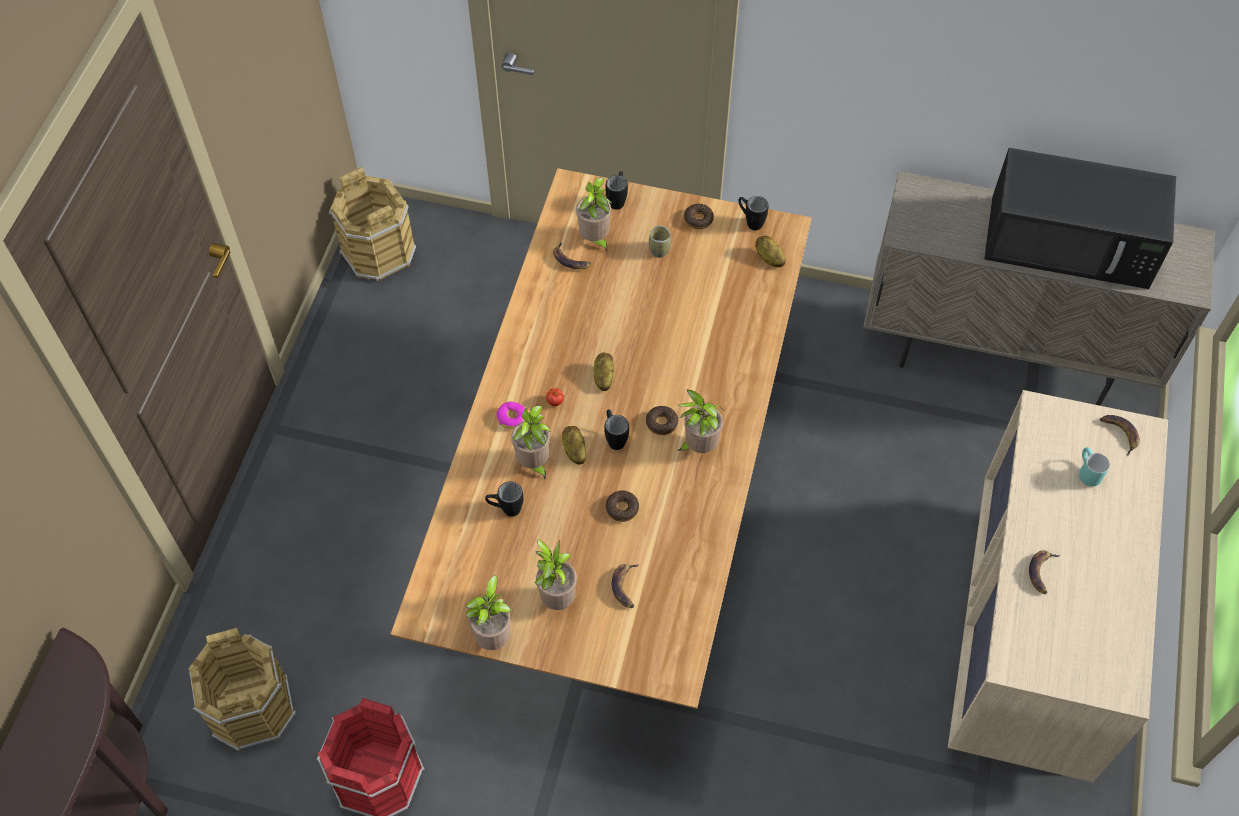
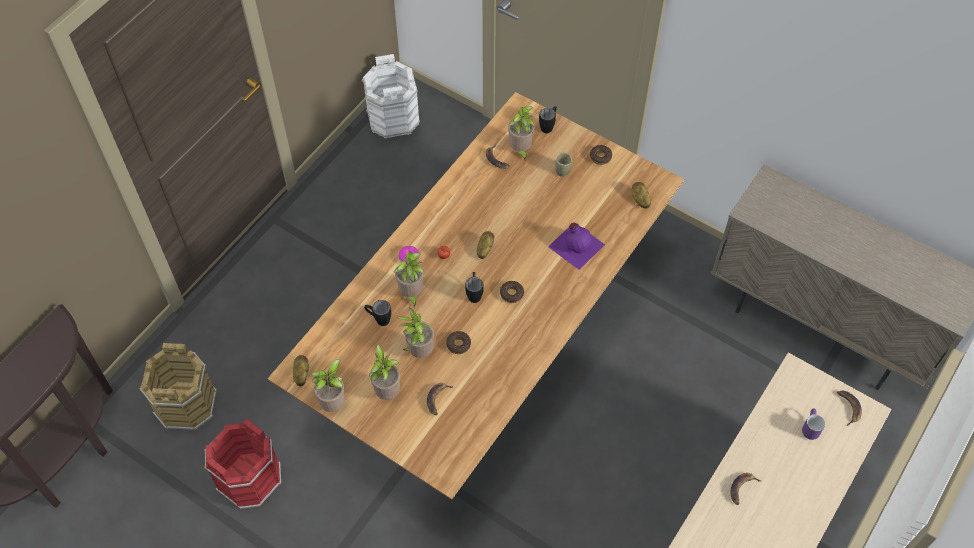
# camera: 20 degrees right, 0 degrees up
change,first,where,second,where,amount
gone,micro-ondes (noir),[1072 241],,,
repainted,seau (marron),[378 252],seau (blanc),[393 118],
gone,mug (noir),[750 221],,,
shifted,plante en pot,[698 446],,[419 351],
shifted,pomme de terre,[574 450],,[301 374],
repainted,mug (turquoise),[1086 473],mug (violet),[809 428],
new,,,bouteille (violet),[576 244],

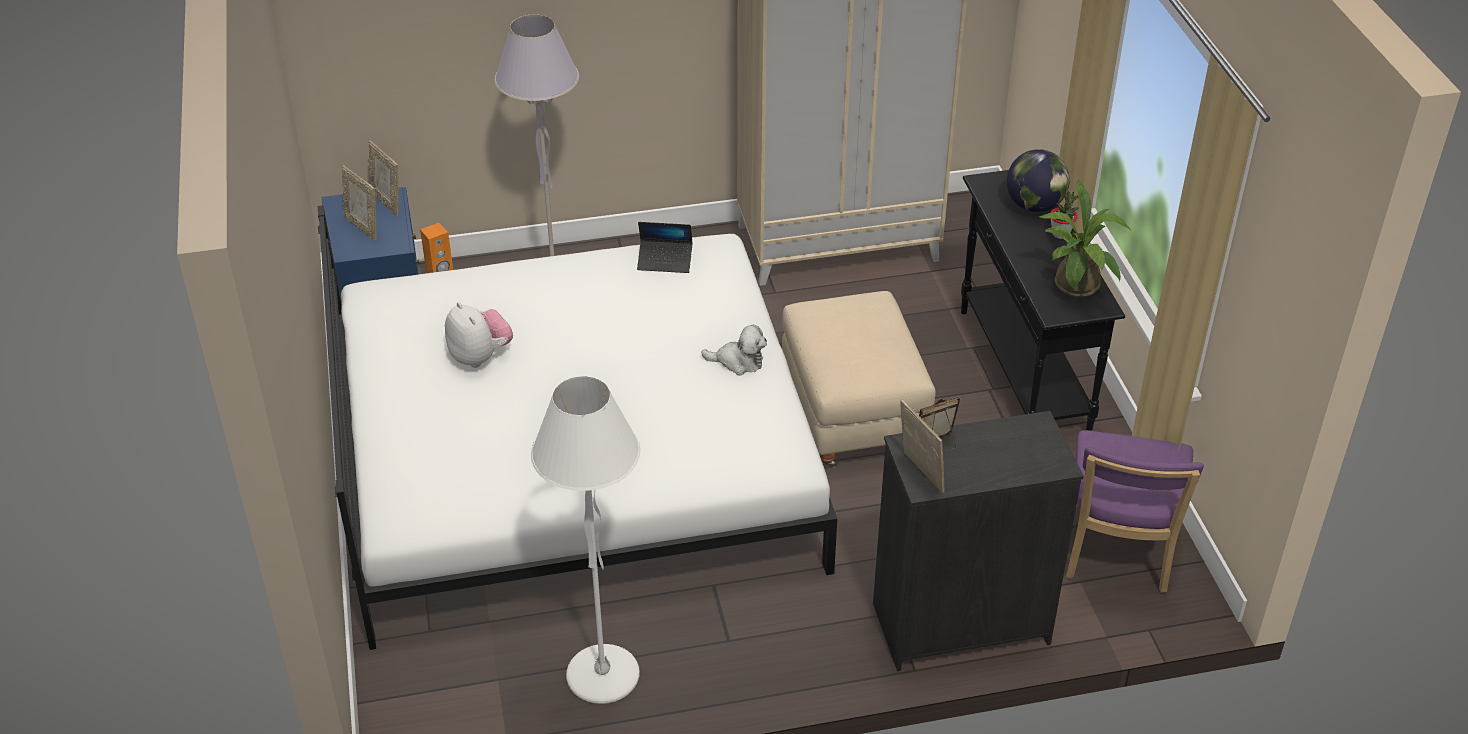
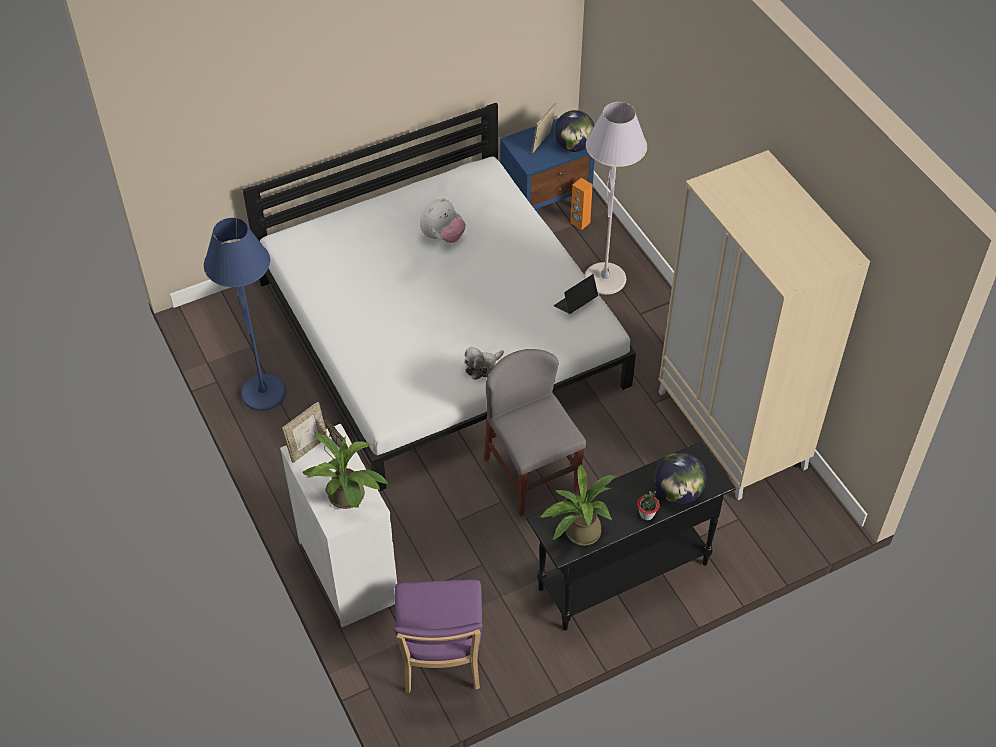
# camera: 75 degrees right, 10 degrees up
change,first,where,second,where,amount
swapped,cadre photo,[387 202],globe,[573 146],
rotated,ordinateur portable,[665 261],,[575 303],60 degrees clockwise
swapped,pouf (beige),[851 417],chaise (gris),[531 475],
rotated,peluche,[738 361],,[482 366],60 degrees clockwise
repainted,lampadaire (blanc),[603 675],lampadaire (bleu),[264 393],
repainted,commode (noir),[960 623],commode (blanc),[349 571],
rotated,chaise (violet),[1117 553],,[441 660],90 degrees counterclockwise
new,,,plante en pot,[349 499],

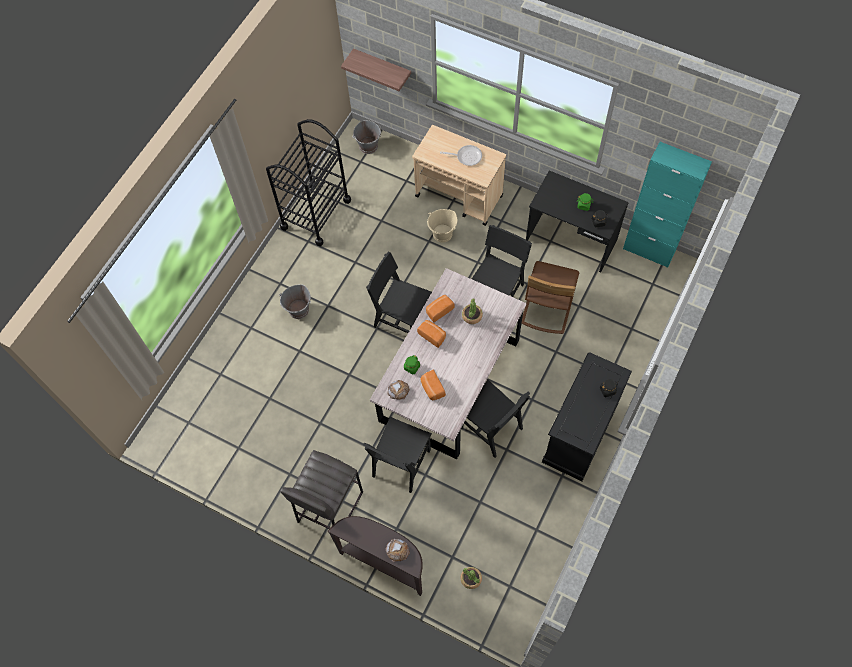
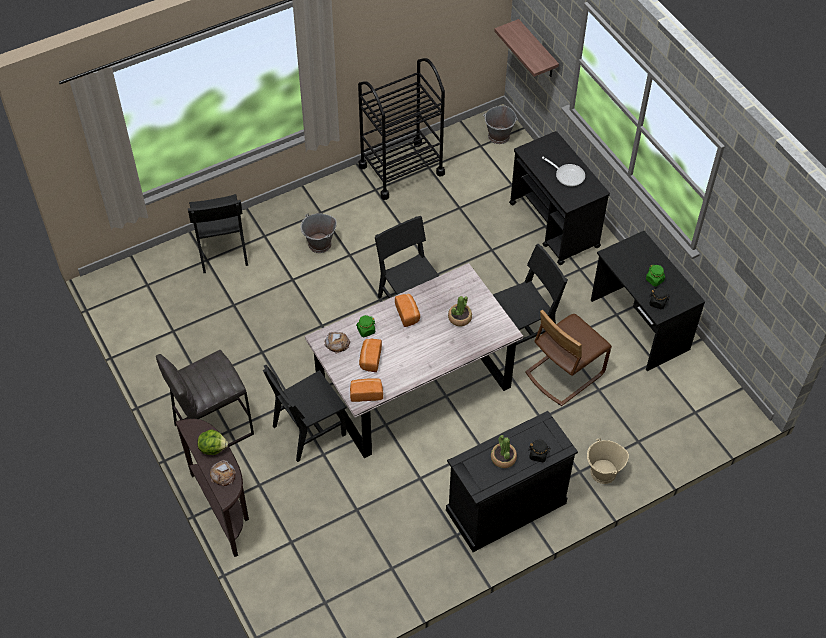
# camera: 30 degrees right, 10 degrees down
change,first,where,second,where,amount
repainted,chariot (beige),[459 196],chariot (noir),[554 225],
gone,meuble de rangement (turquoise),[649 250],,,
shifted,seau (beige),[442 234],,[603 473],
shifted,pain,[439 310],,[366 393],
shifted,chaise (noir),[491 428],,[221 250],
shifted,plante en pot,[471 578],,[503 458],
new,,,laitue,[213 448],

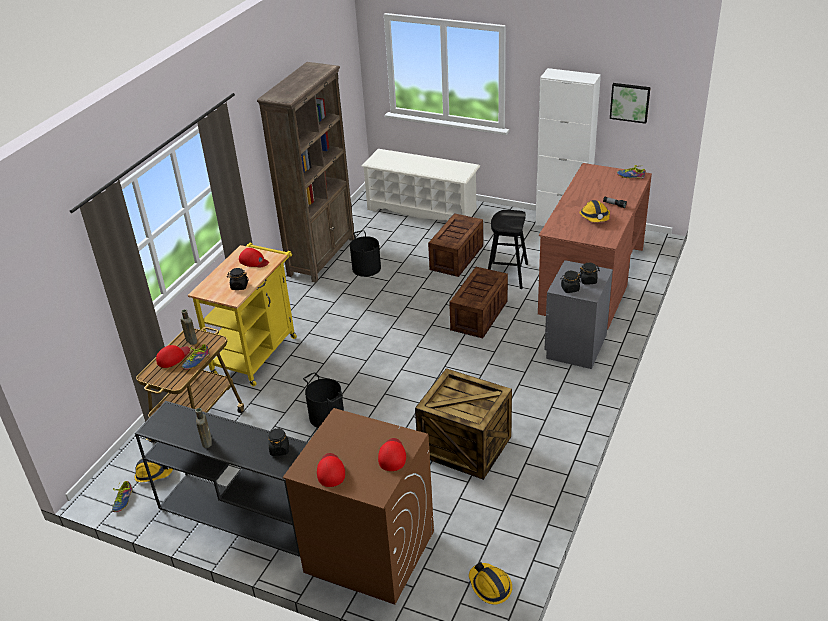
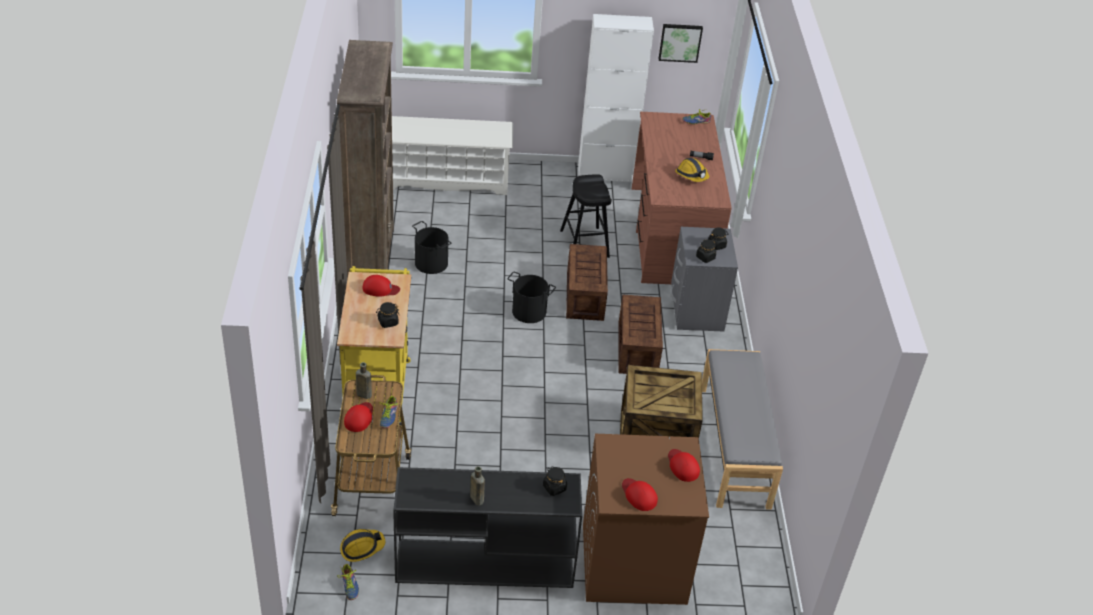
# camera: 30 degrees left, 5 degrees up
change,first,where,second,where,amount
shifted,caisse,[456 258],,[638 349],
shifted,seau (noir),[326 416],,[529 312],
gone,casque de chantier,[490 586],,,
new,,,banc (gris),[735 446],

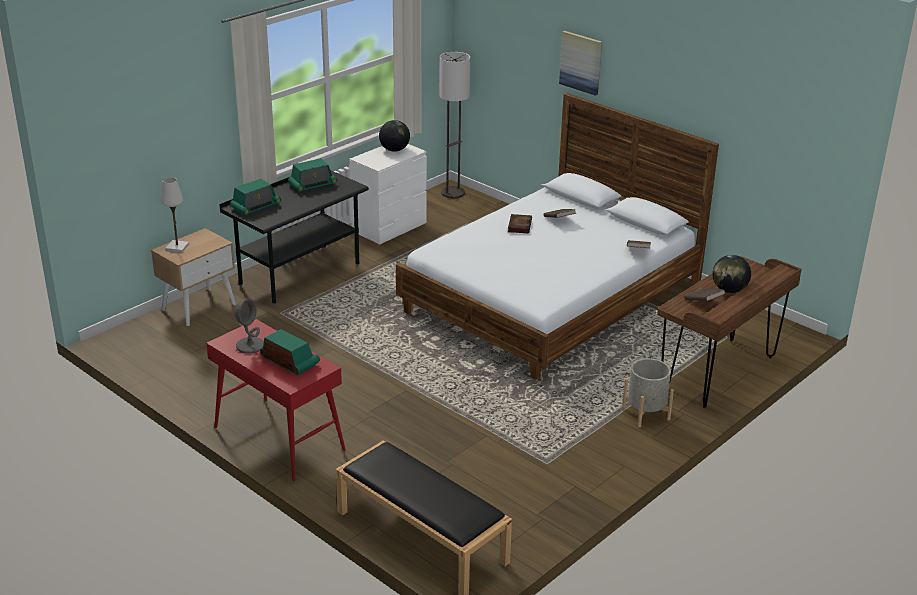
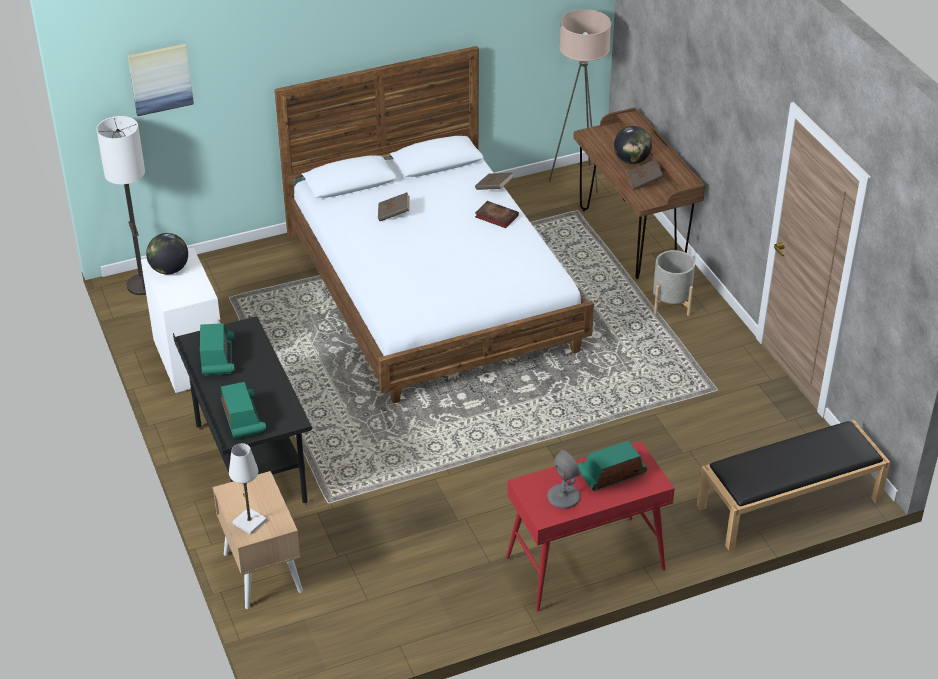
# camera: 65 degrees left, 10 degrees up
change,first,where,second,where,amount
shifted,tableau,[581 62],,[160 78],
shifted,livre,[519 225],,[495 216],
new,,,lampadaire (beige),[578 179],

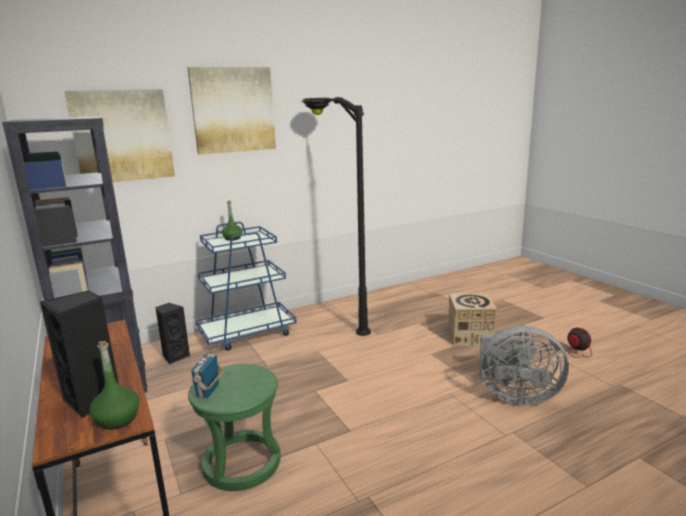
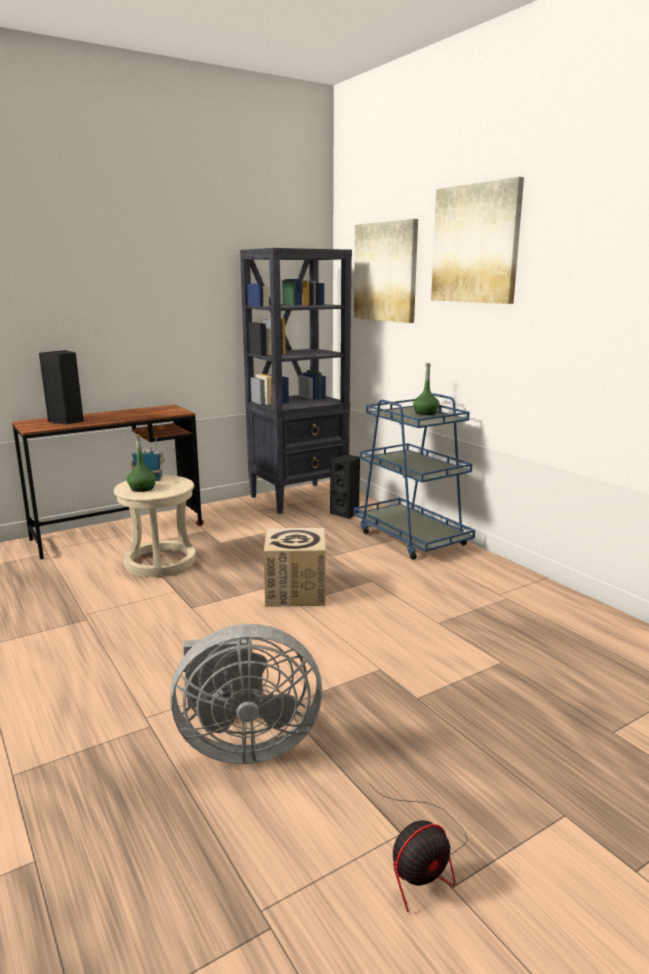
# camera: 85 degrees right, 0 degrees up
change,first,where,second,where,amount
gone,lampadaire (noir),[336 317],,,
shifted,carton,[470 336],,[295 592],
rotated,ventilateur (gris),[515 395],,[244 744],105 degrees counterclockwise
shifted,bouteille (vert),[117 419],,[142 488],
repainted,tabouret (vert),[242 463],tabouret (beige),[160 562],

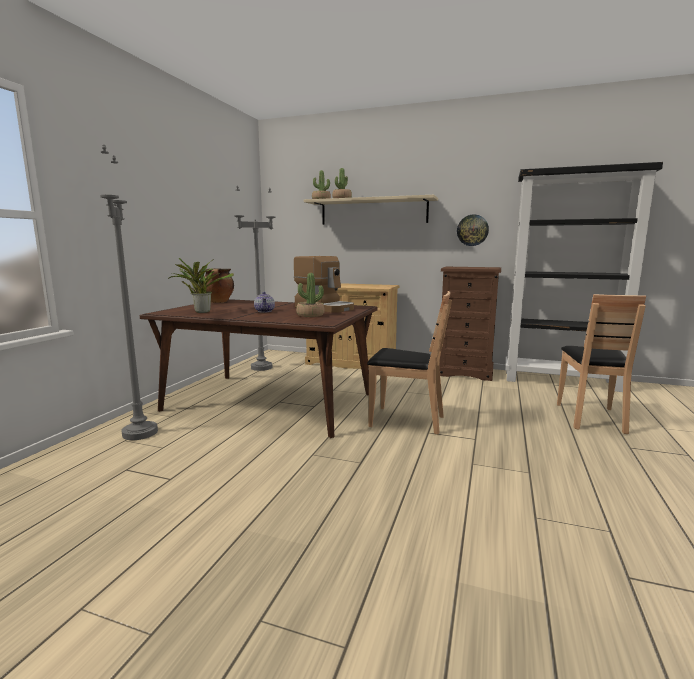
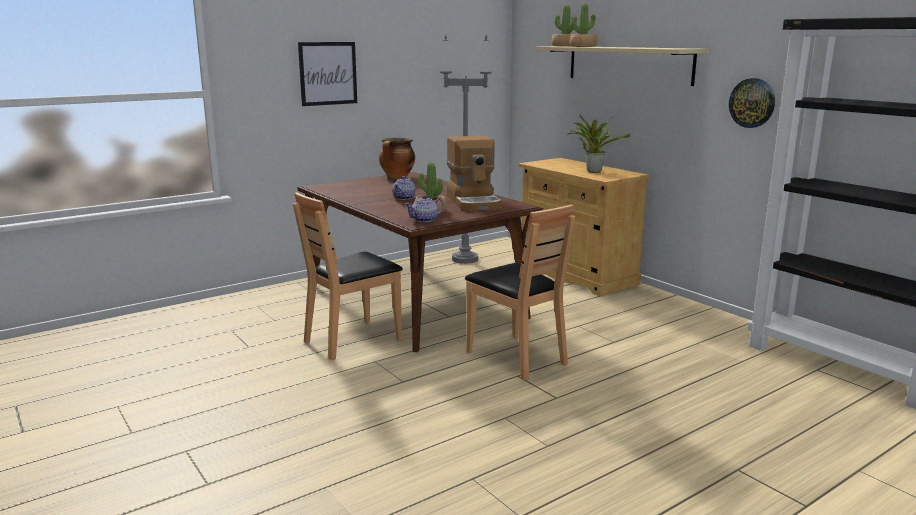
# camera: 35 degrees right, 5 degrees up
change,first,where,second,where,amount
gone,lampadaire (gris),[140 433],,,
shifted,plante en pot,[201 311],,[592 171],
gone,commode (marron),[465 372],,,
shifted,chaise (marron),[591 418],,[353 340],
new,,,tableau,[328 73],
new,,,théière,[425 220],

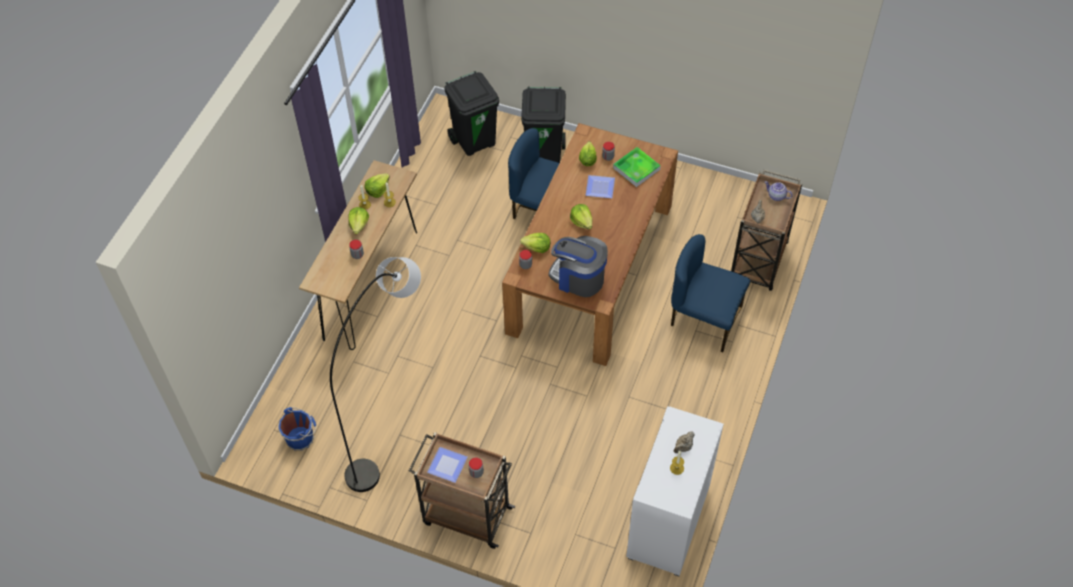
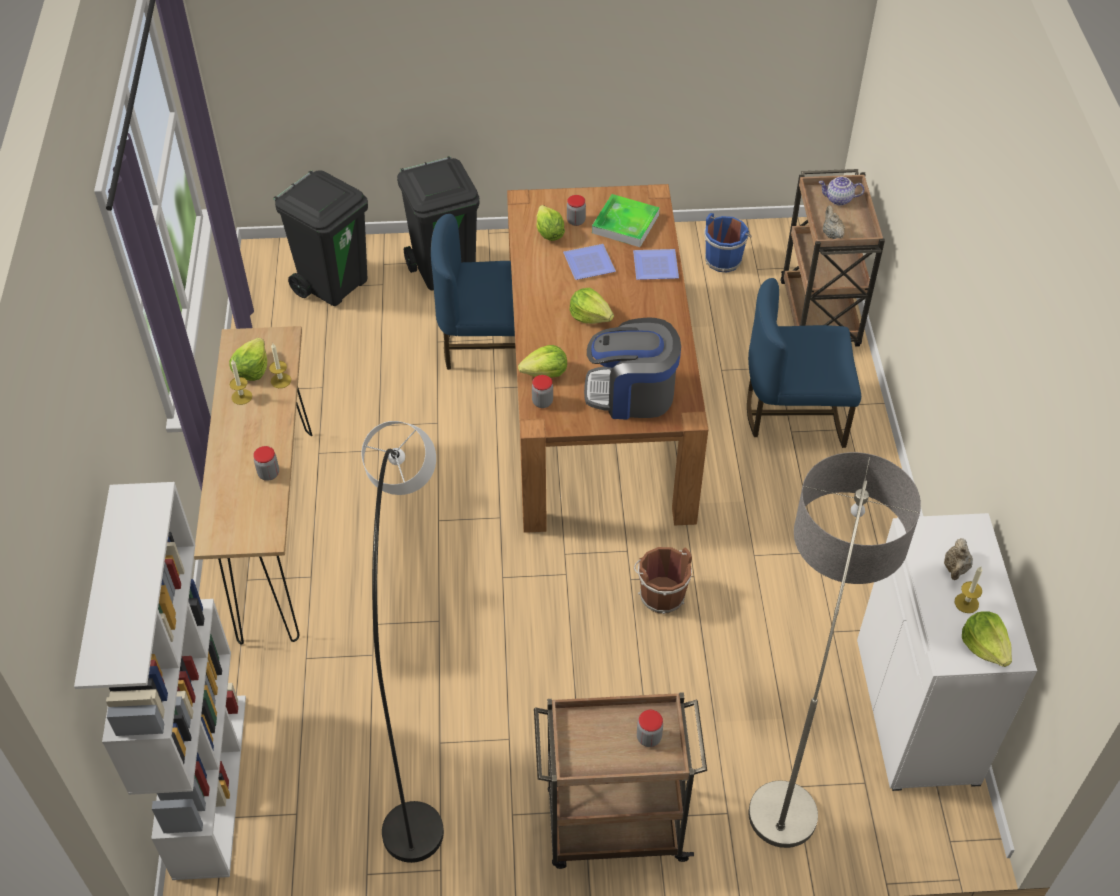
# camera: 25 degrees left, 5 degrees down
change,first,where,second,where,amount
shifted,laitue,[359 225],,[985 646],
shifted,seau (bleu),[301 438],,[724 259],
shifted,assiette,[449 465],,[657 265],
new,,,lampadaire,[798 744],
new,,,bibliothèque (blanc),[209 783],
new,,,seau (marron),[660 594],

